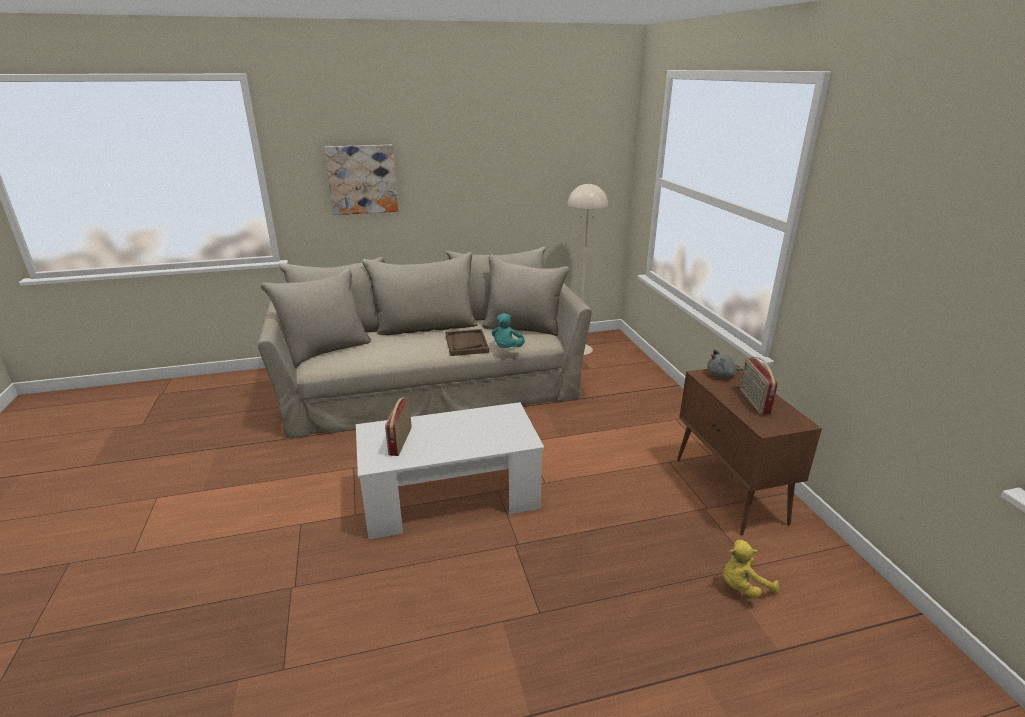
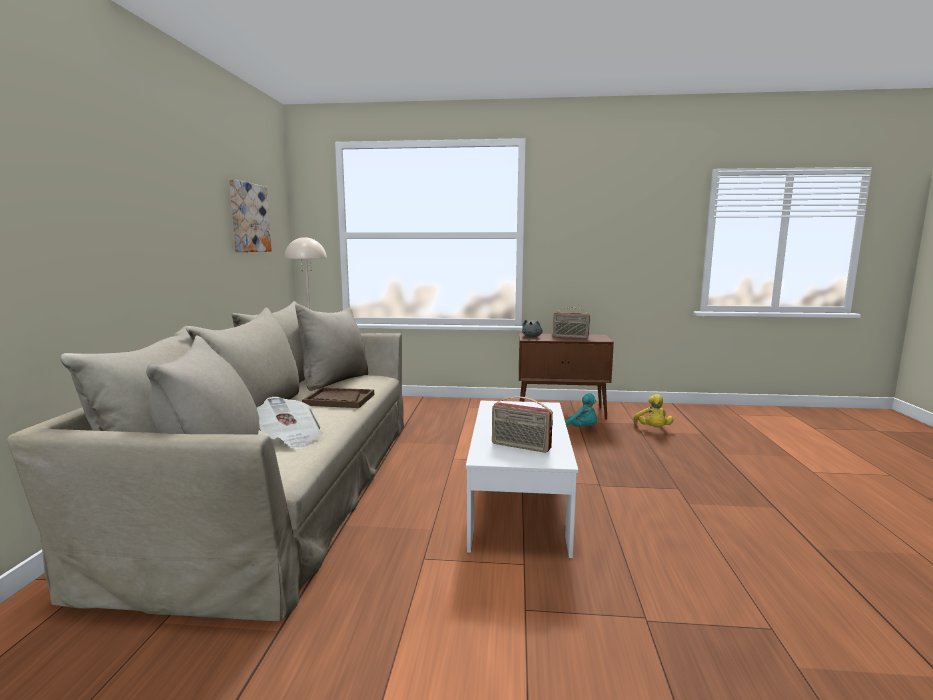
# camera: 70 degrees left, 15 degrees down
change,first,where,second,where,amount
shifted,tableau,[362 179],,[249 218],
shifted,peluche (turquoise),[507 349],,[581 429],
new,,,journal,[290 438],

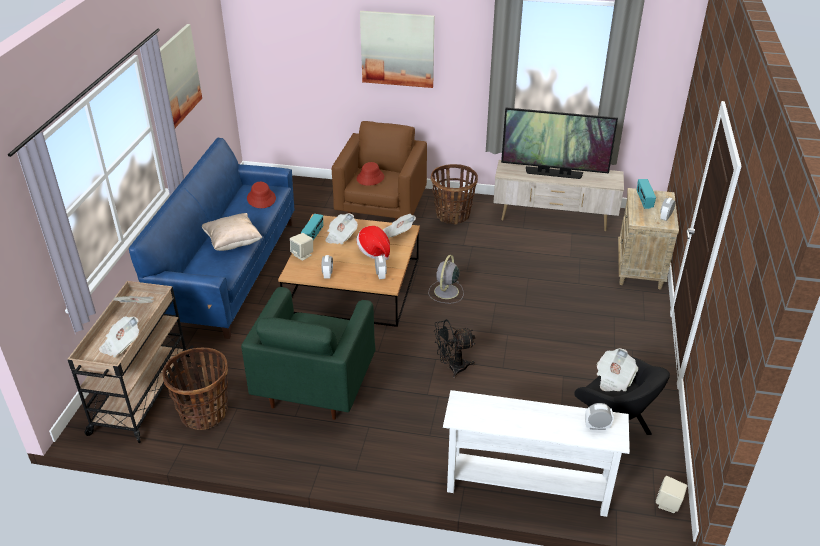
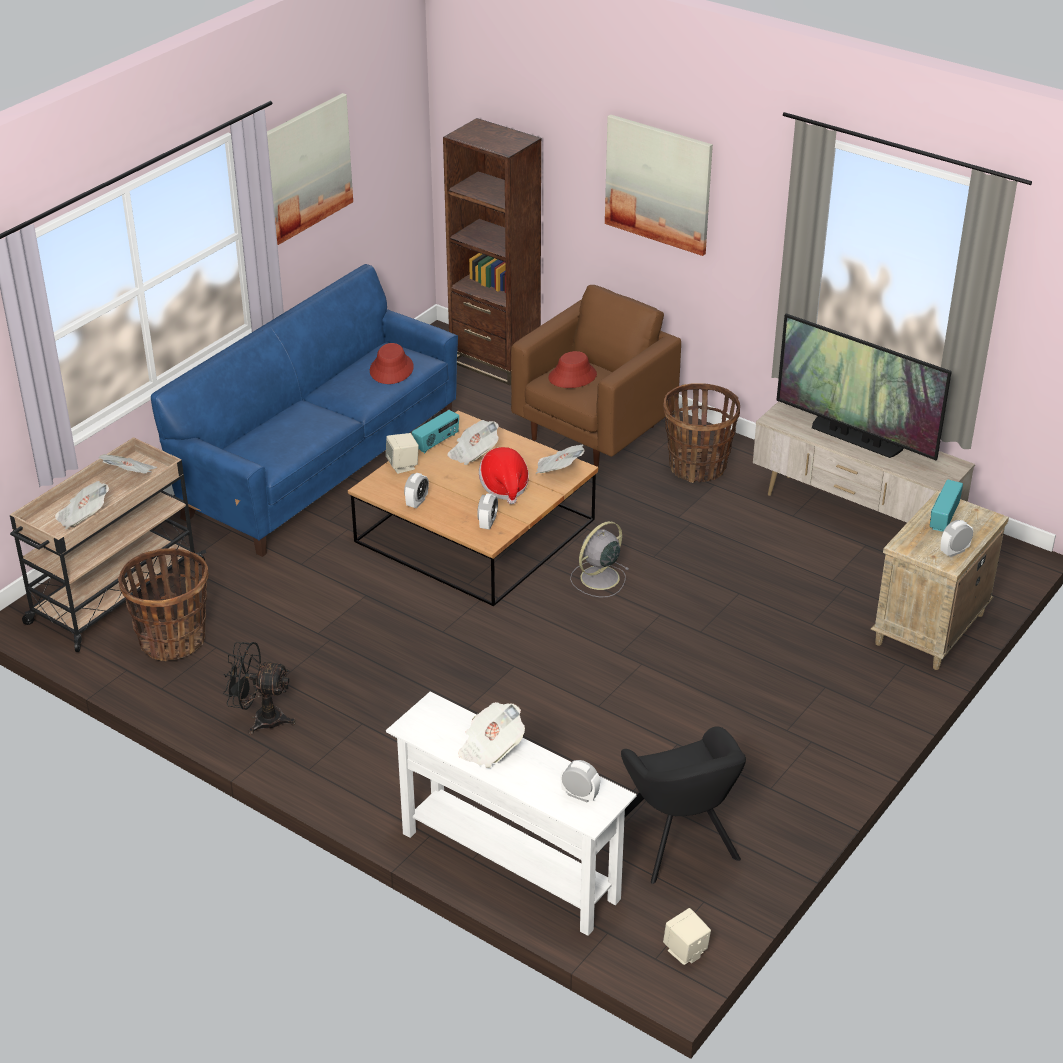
# camera: 25 degrees right, 0 degrees up
change,first,where,second,where,amount
gone,coussin (beige),[233 243],,,
gone,fauteuil (vert),[315 387],,,
shifted,ventilateur (noir),[452 367],,[261 719],
shifted,journal,[613 379],,[490 748],
new,,,bibliothèque (marron),[495 362],

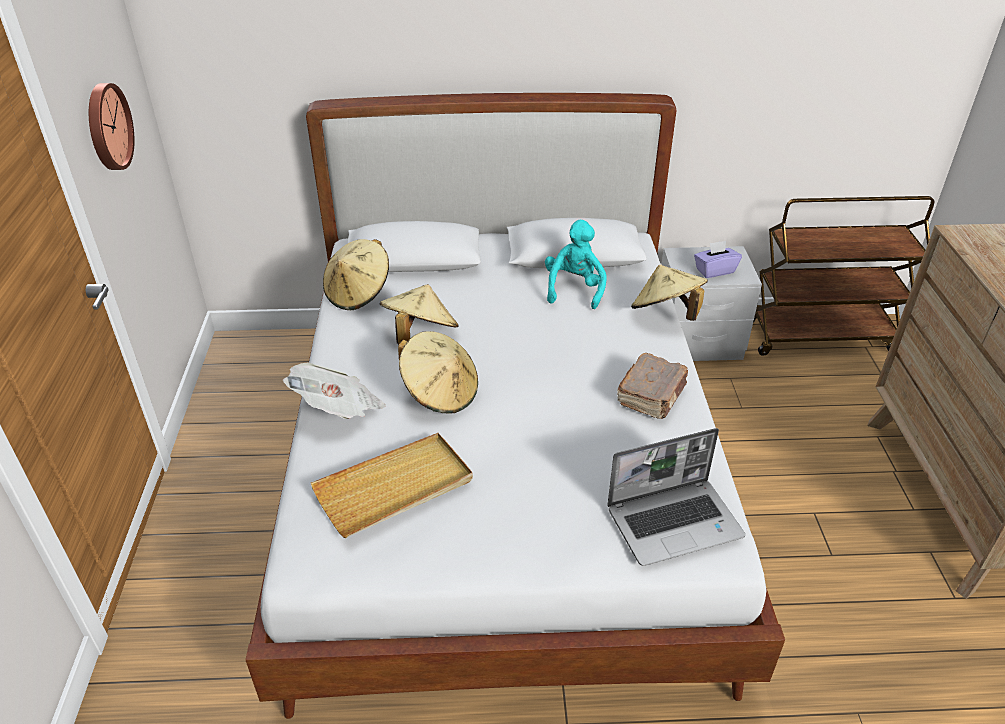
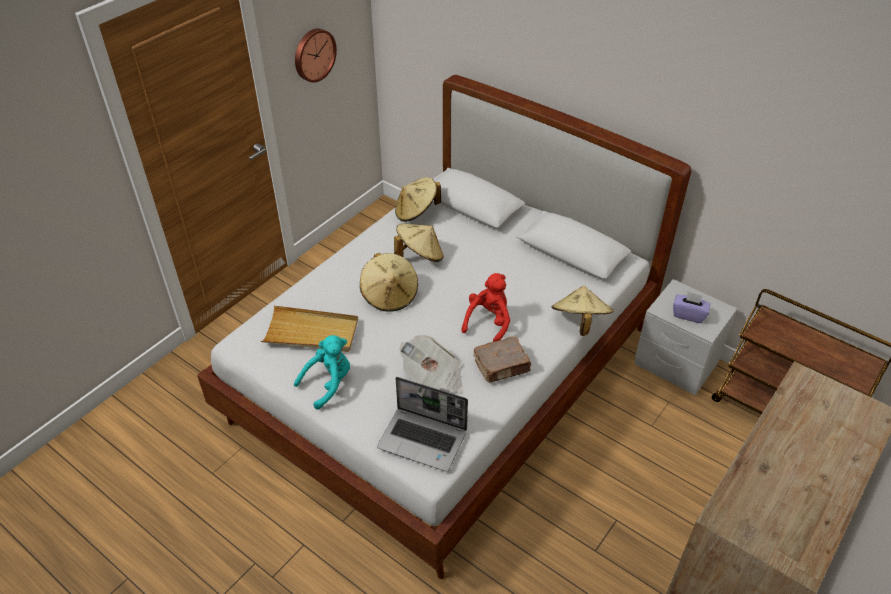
# camera: 40 degrees right, 5 degrees up
change,first,where,second,where,amount
shifted,peluche (turquoise),[574 289],,[328 383],
shifted,journal,[339 409],,[433 377],
new,,,peluche (rouge),[488 322],

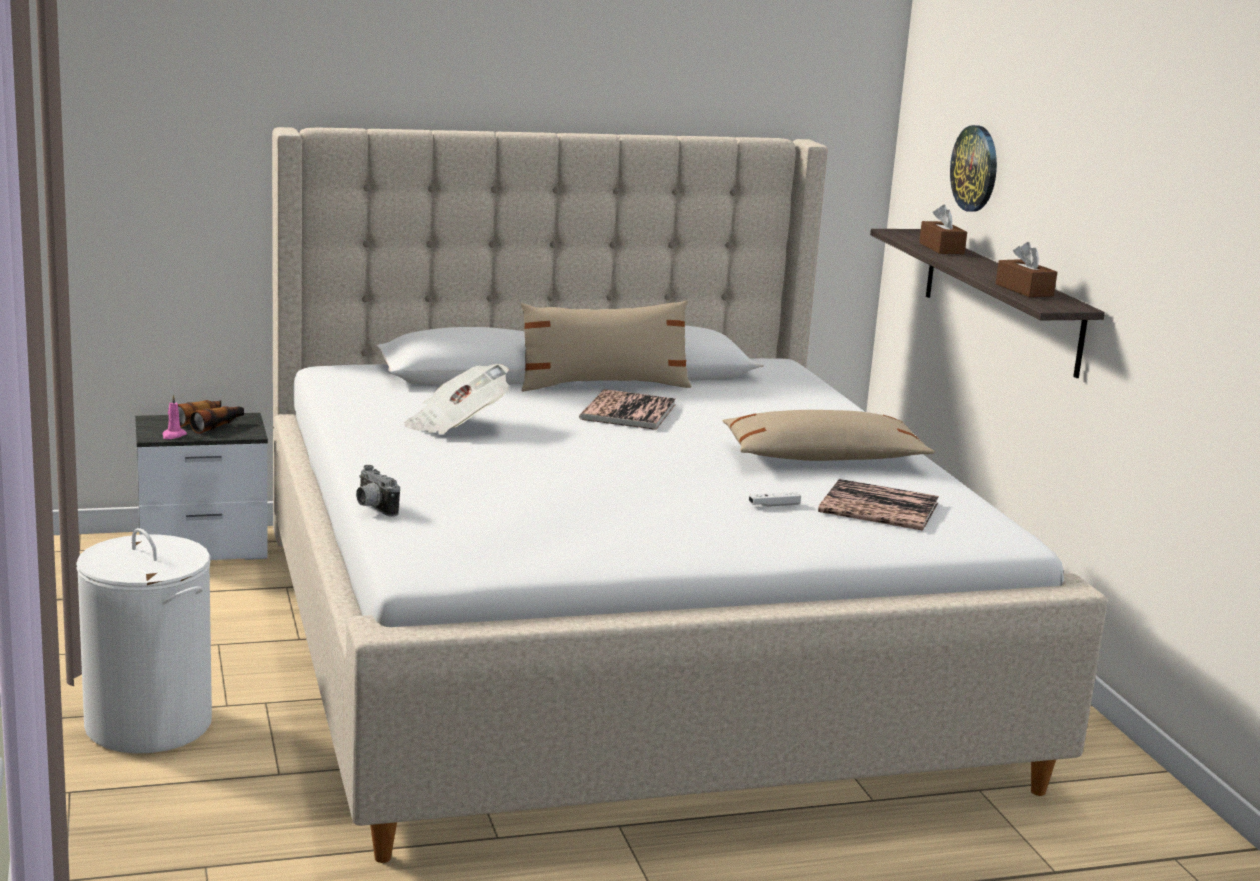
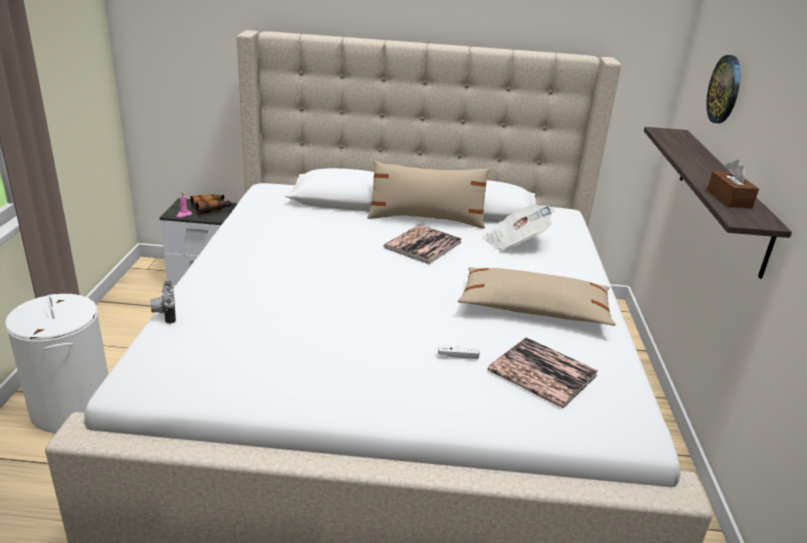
# camera: 20 degrees right, 10 degrees up
change,first,where,second,where,amount
gone,boîte à mouchoirs (marron),[941 248],,,
shifted,journal,[456 425],,[515 242],

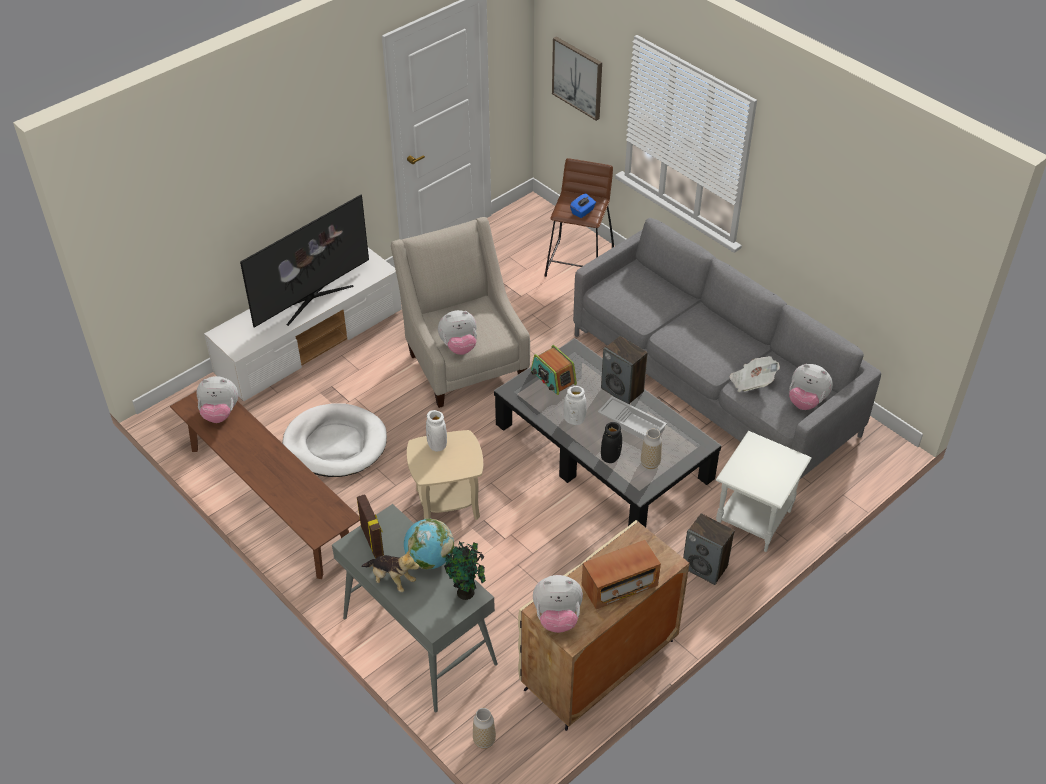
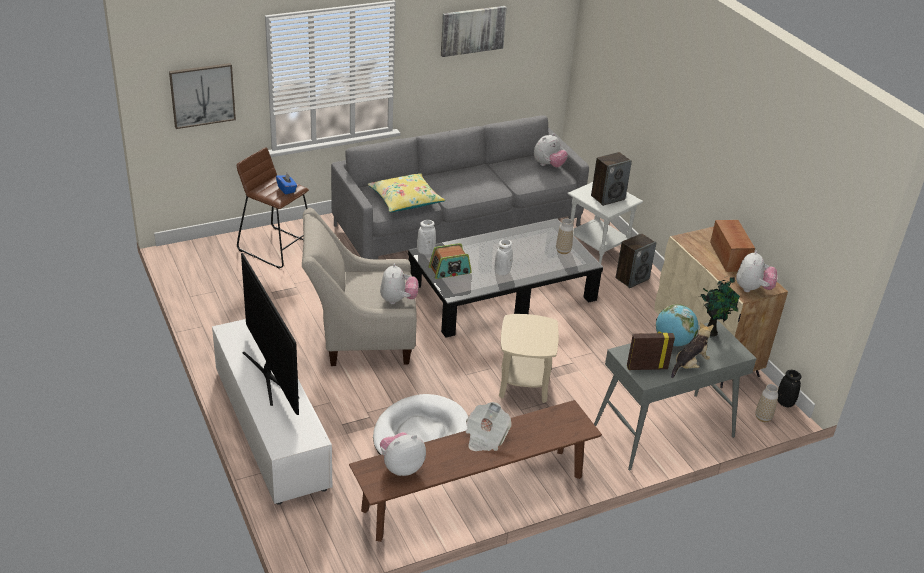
# camera: 75 degrees left, 10 degrees down
change,first,where,second,where,amount
shifted,enceinte,[623 390],,[608 197],
shifted,journal,[752 382],,[485 437],
rotated,peluche,[220 413],,[401 467],135 degrees counterclockwise
gone,plateau (blanc),[632 423],,,
shifted,vase (blanc),[437 445],,[425 252],
shifted,vase (noir),[610 457],,[784 403],
new,,,tableau,[472 30],
new,,,coussin (jaune),[405 200],

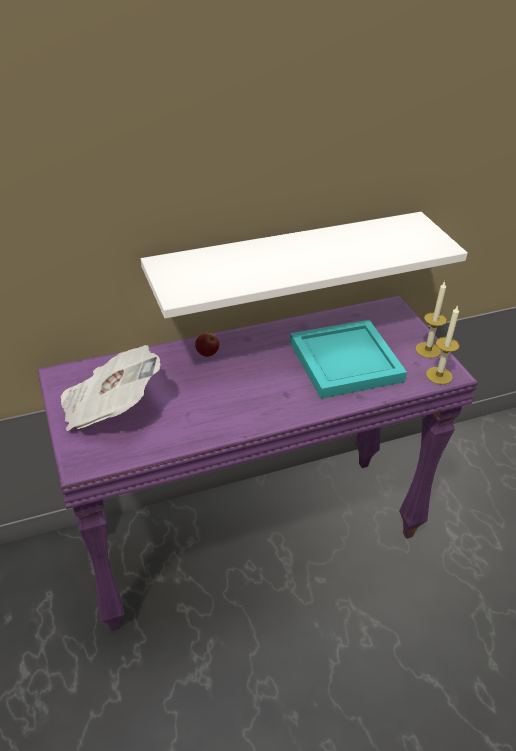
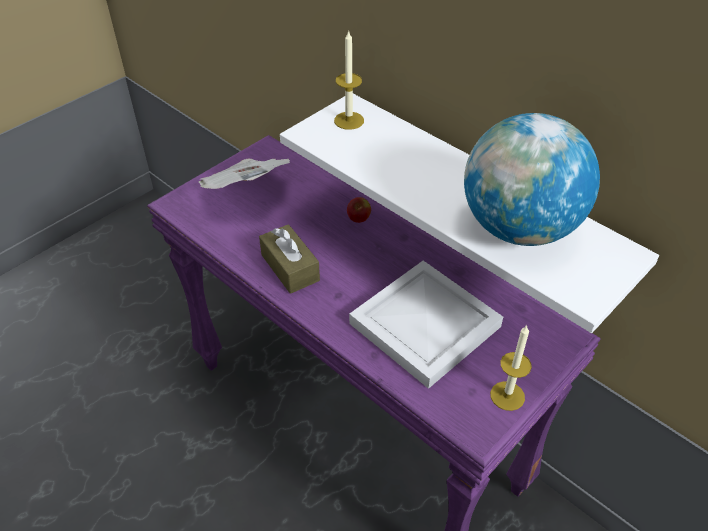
# camera: 65 degrees right, 5 degrees up
change,first,where,second,where,amount
shifted,bougie,[439 375],,[349 120],
repainted,plateau (turquoise),[343 361],plateau (blanc),[425 323],
new,,,globe,[519 228],
new,,,boîte à mouchoirs (marron),[290 268],

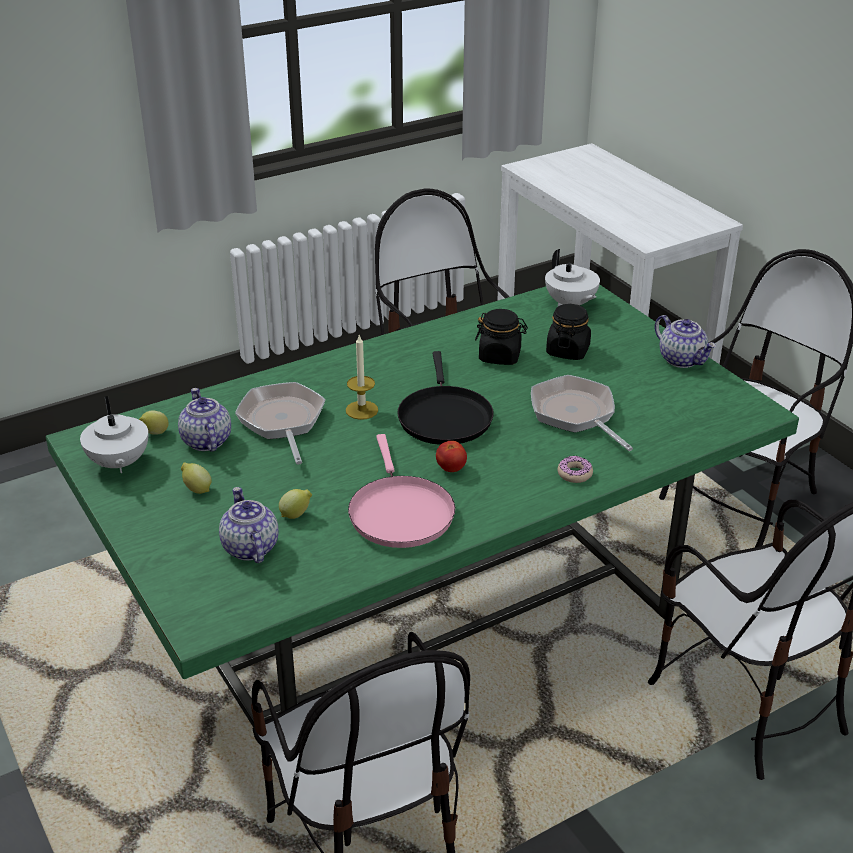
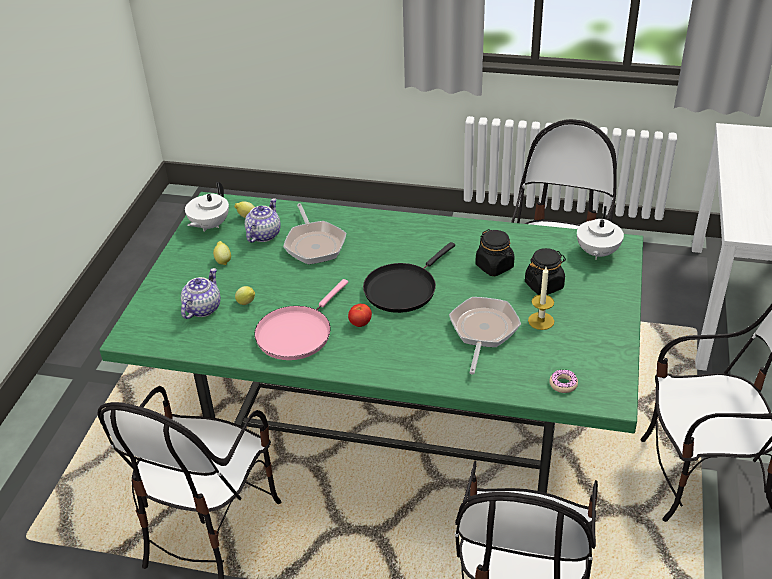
# camera: 45 degrees right, 5 degrees up
change,first,where,second,where,amount
gone,théière,[682 359],,,
shifted,bougie,[361 410],,[541 321],
rotated,poêle,[282 422],,[314 244],135 degrees clockwise
shifted,beignet,[574 474],,[563 384],

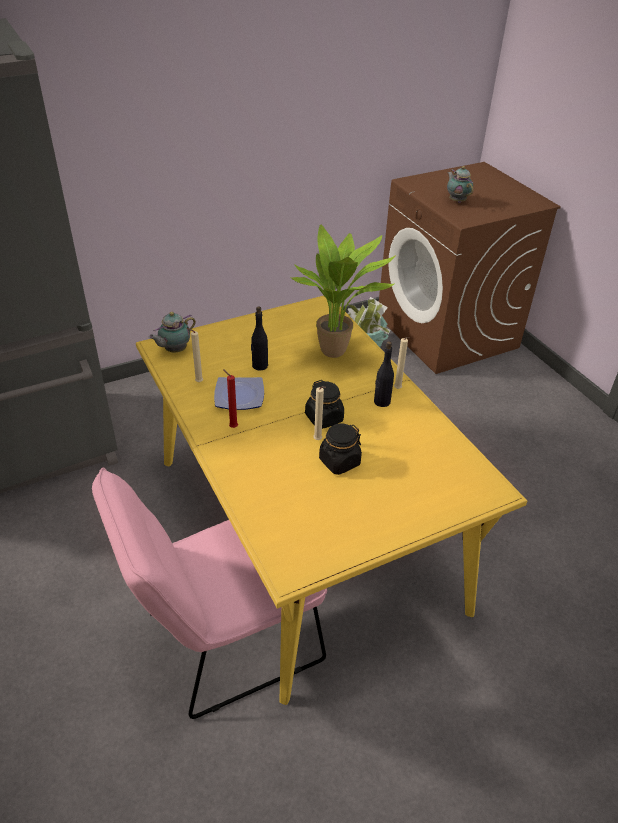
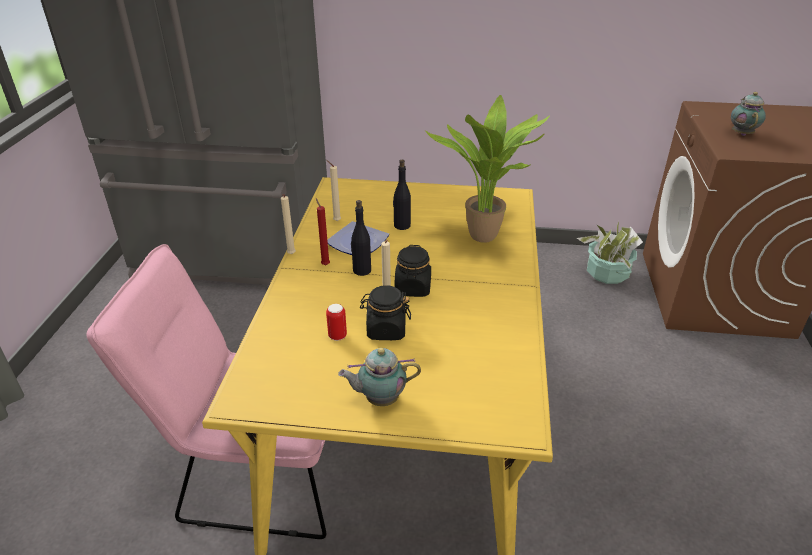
# camera: 35 degrees right, 5 degrees down
change,first,where,second,where,amount
shifted,théière,[174 350],,[379 399],
shifted,bougie (beige),[398 389],,[291 255],
shifted,bouteille (noir),[381 402],,[361 270],
new,,,boîte métallique,[337 336],

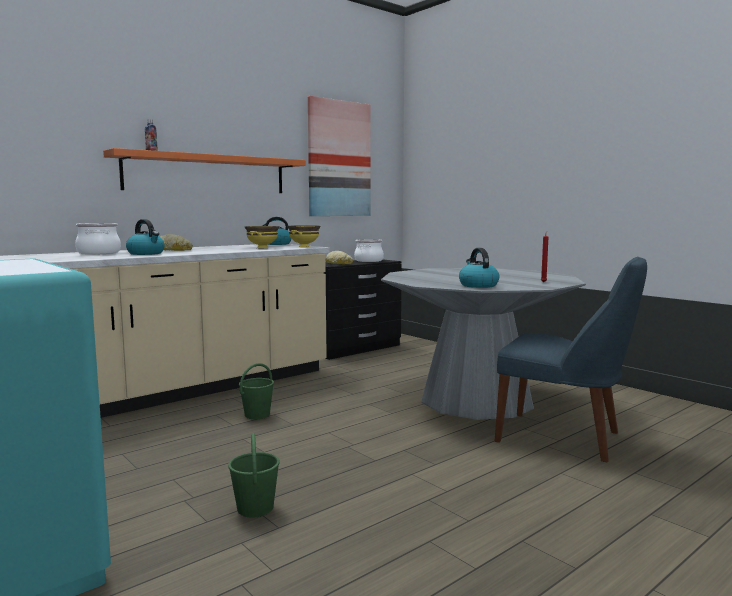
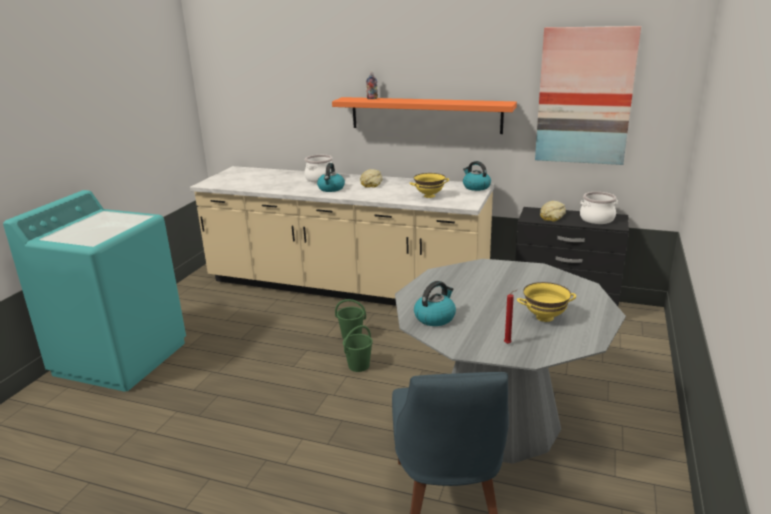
# camera: 60 degrees right, 15 degrees up
change,first,where,second,where,amount
shifted,bol (jaune),[304 246],,[544 317],
shifted,seau (vert),[255 508],,[359 365],

